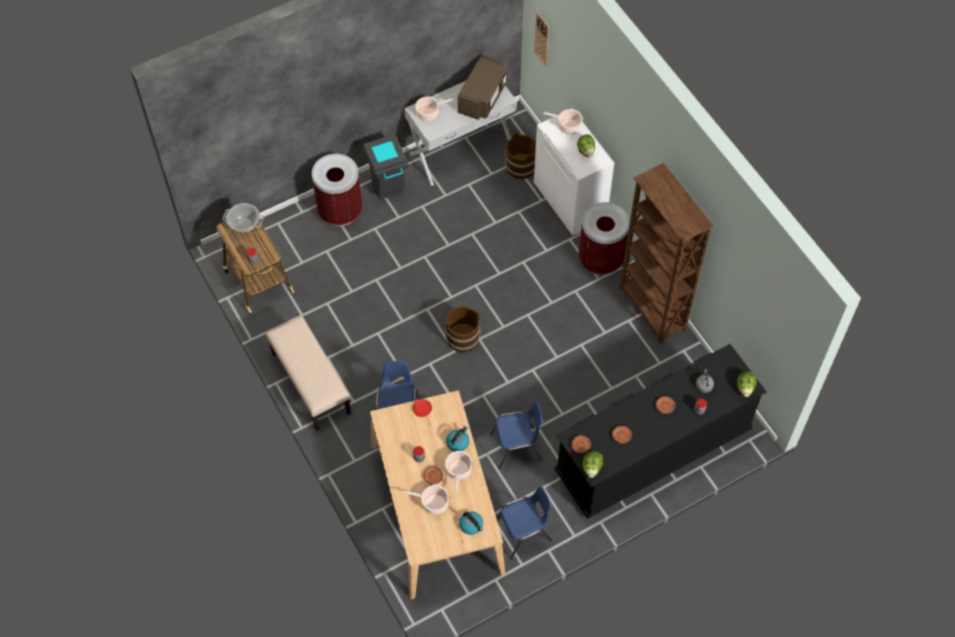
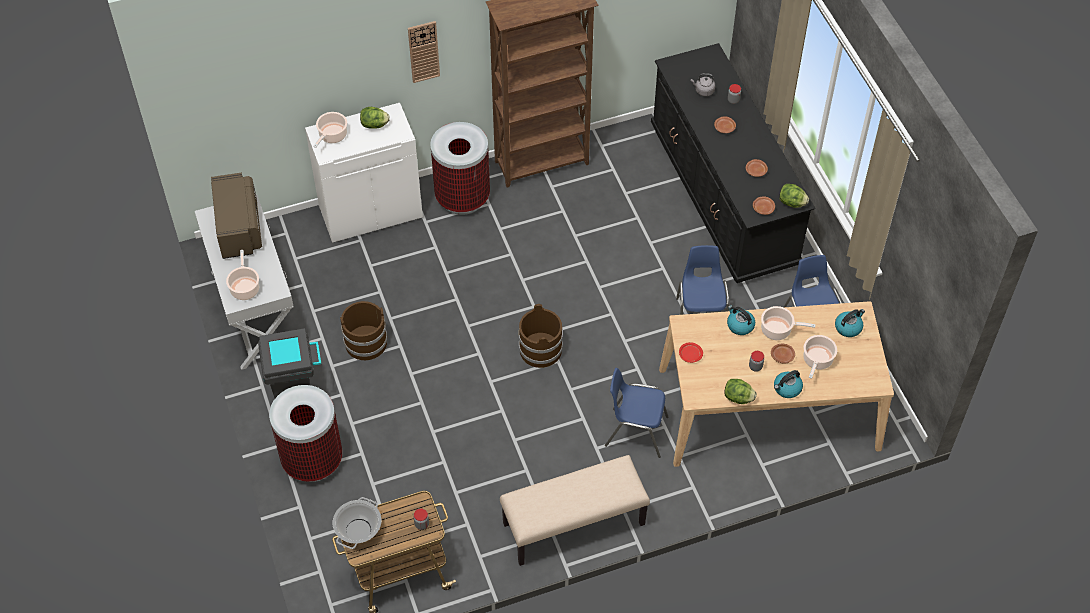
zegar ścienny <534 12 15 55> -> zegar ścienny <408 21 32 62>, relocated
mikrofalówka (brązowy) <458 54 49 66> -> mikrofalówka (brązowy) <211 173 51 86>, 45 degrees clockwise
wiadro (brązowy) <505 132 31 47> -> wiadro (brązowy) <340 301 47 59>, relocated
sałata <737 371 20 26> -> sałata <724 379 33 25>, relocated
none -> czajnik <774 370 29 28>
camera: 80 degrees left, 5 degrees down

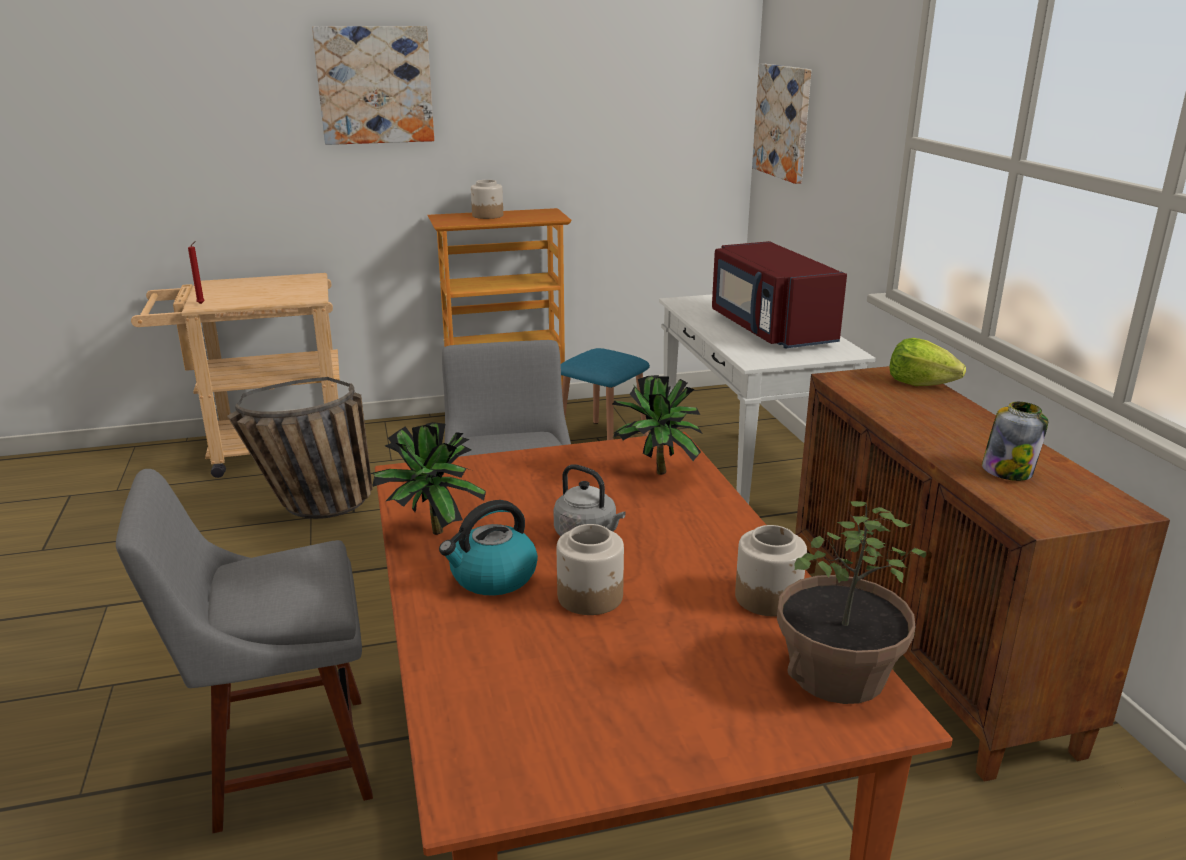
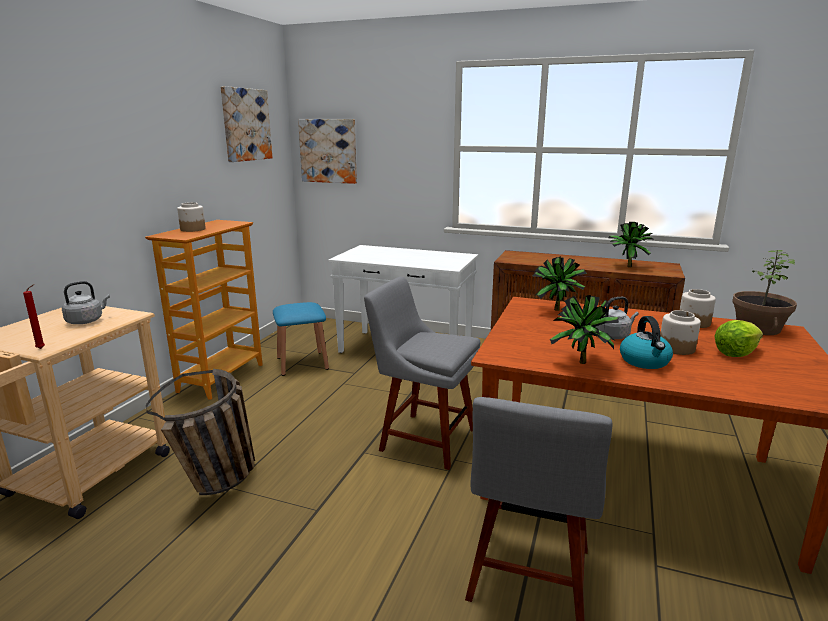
obraz <312 26 122 119> -> obraz <221 86 51 76>, relocated
mikrofalówka (czerwony) <712 241 135 107> -> none
sałata <889 338 77 48> -> sałata <715 320 48 37>, relocated
słoik <982 402 66 79> -> roślina doniczkowa <609 222 44 45>
none -> czajnik (szary) <62 281 48 43>
camera: 55 degrees left, 5 degrees down

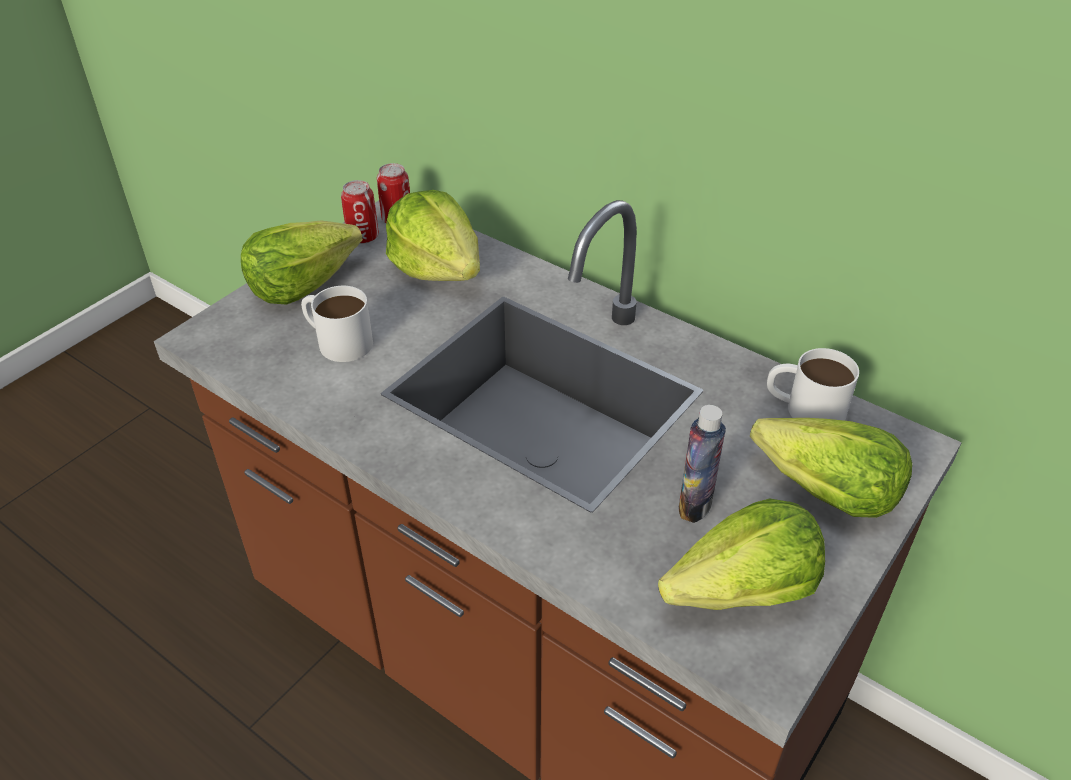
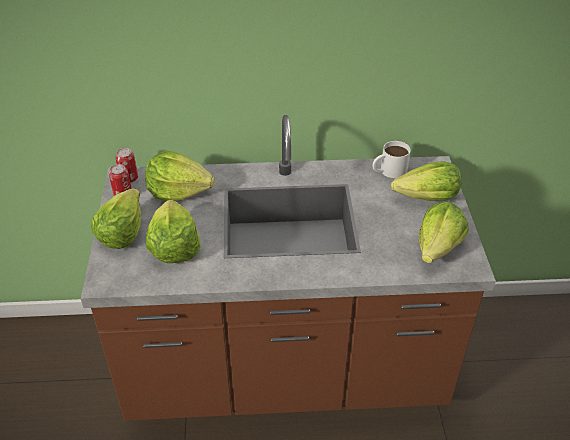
kubek (biały) <301 286 72 76> -> sałata <146 200 55 63>
butelka <679 405 47 118> -> none
camera: 40 degrees left, 0 degrees up

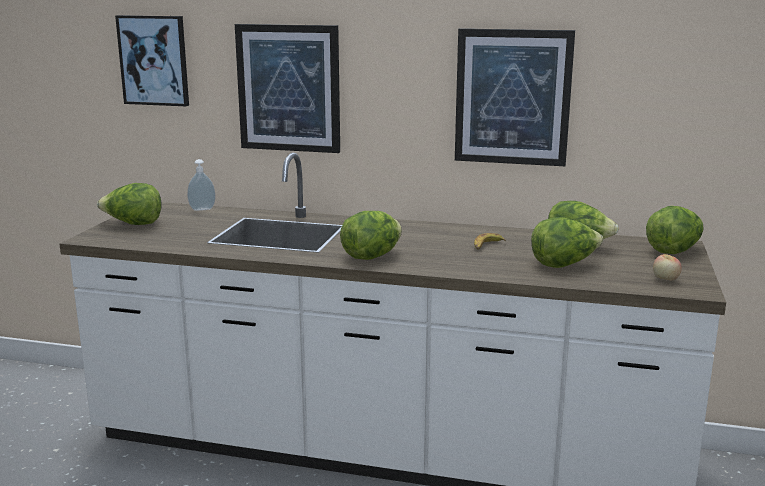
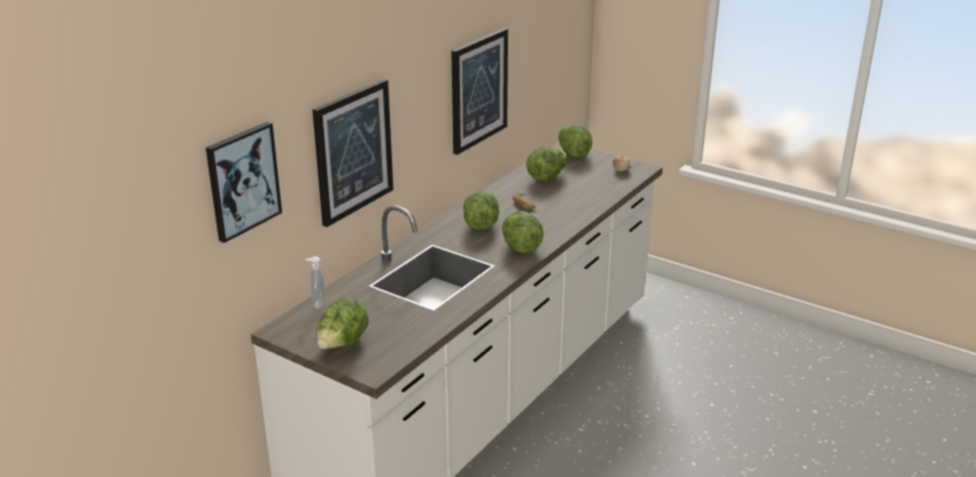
sałata <531 217 72 51> -> sałata <463 191 36 40>, relocated
camera: 70 degrees left, 10 degrees up

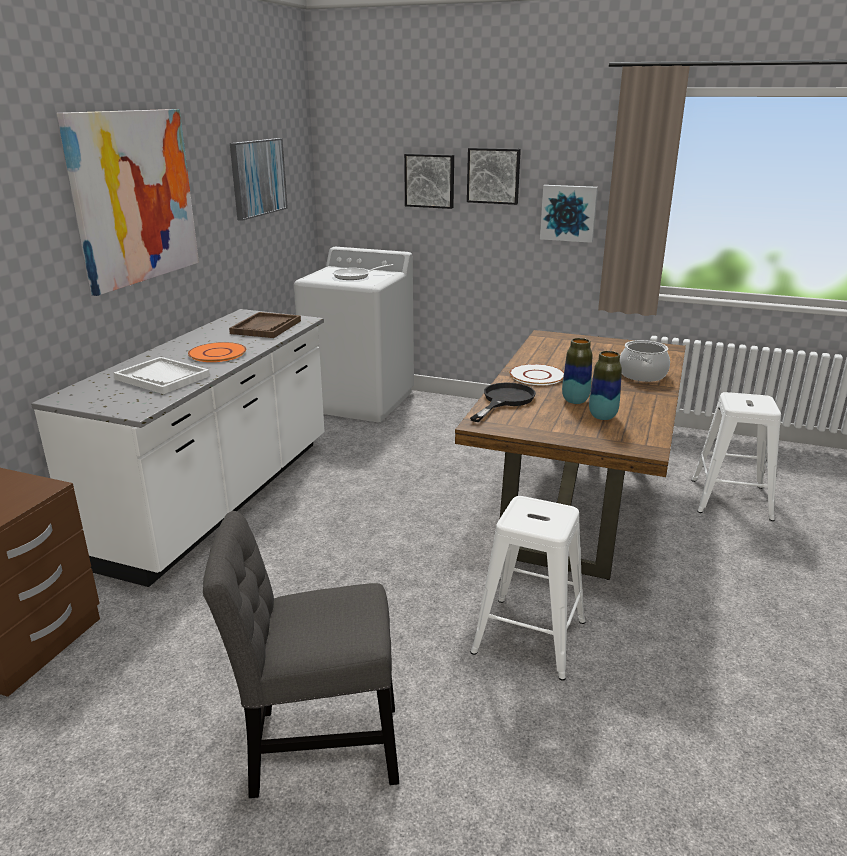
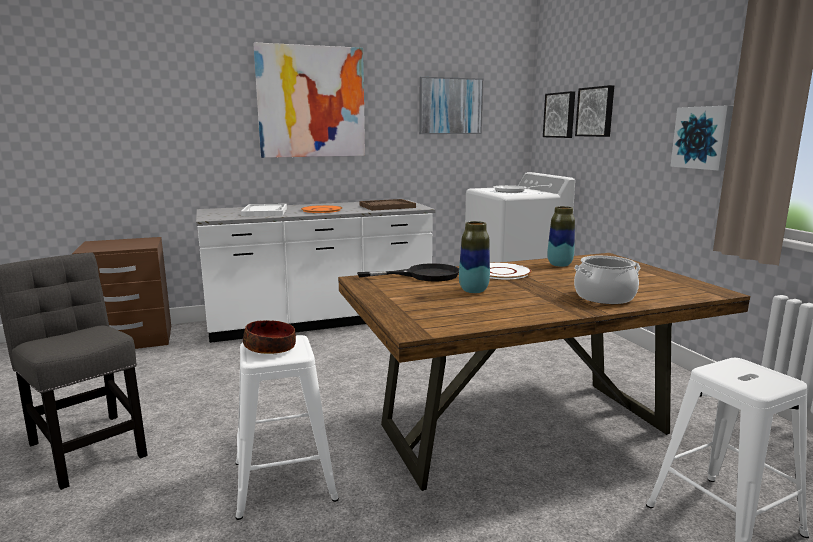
obraz <467 148 54 57> -> obraz <543 91 32 47>, relocated
wazon <589 351 33 69> -> wazon <547 206 28 61>, relocated
none -> miska <243 320 53 34>
camera: 50 degrees right, 10 degrees down

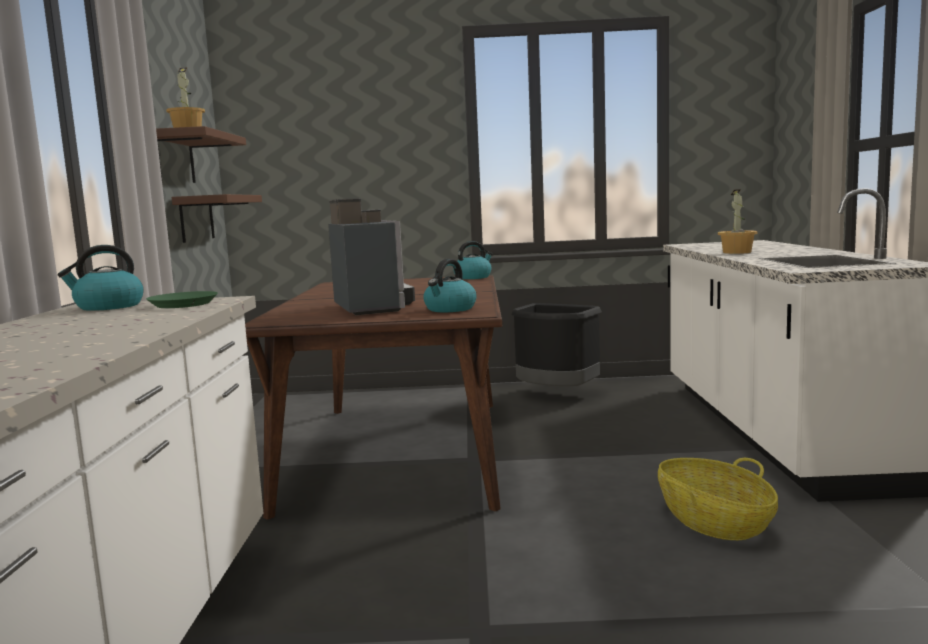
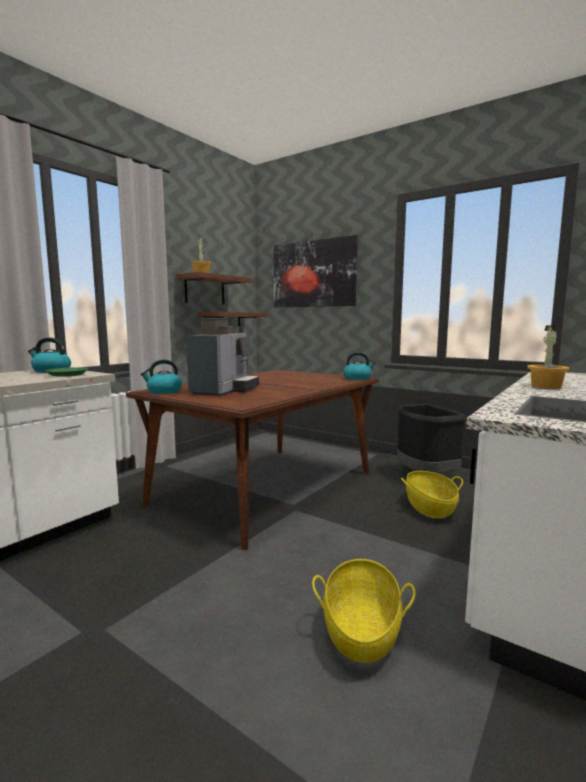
czajnik <423 259 54 53> -> czajnik <141 359 41 35>, relocated
none -> obraz <274 235 84 73>
none -> koszyk <401 471 62 47>
camera: 35 degrees right, 0 degrees up

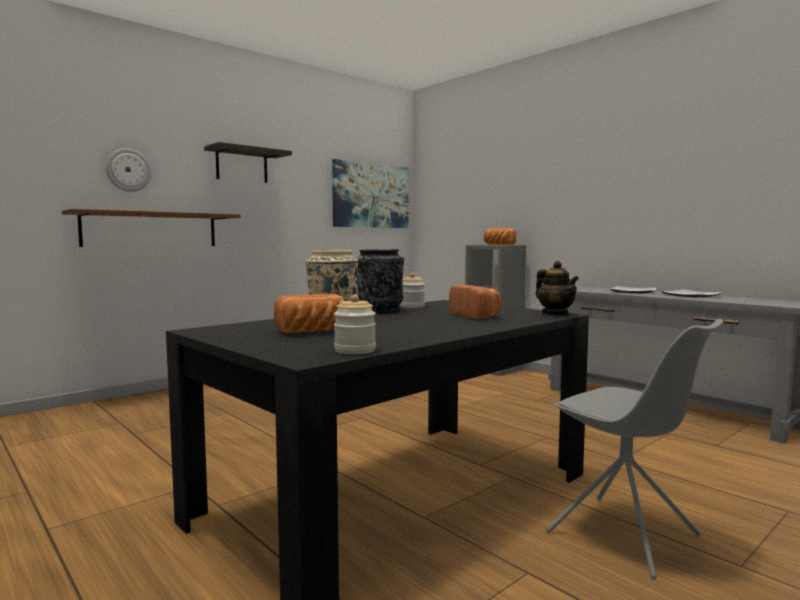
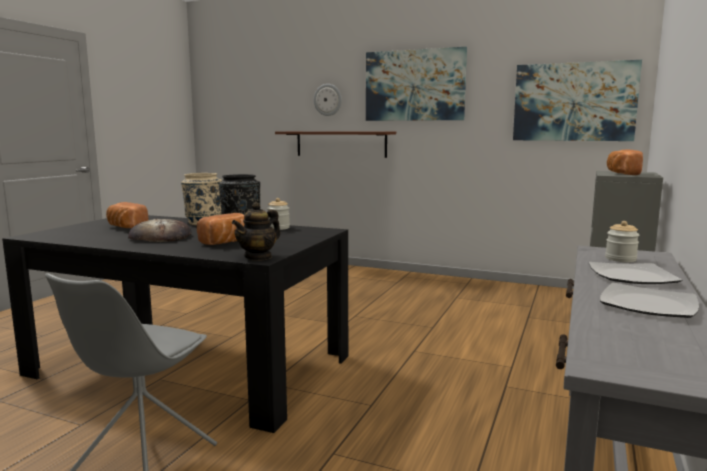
półka <204 142 88 41> -> obraz <366 47 101 74>
słoik <334 295 42 59> -> słoik <605 221 34 41>, relocated
none -> chleb <128 219 64 23>
camera: 65 degrees right, 5 degrees up

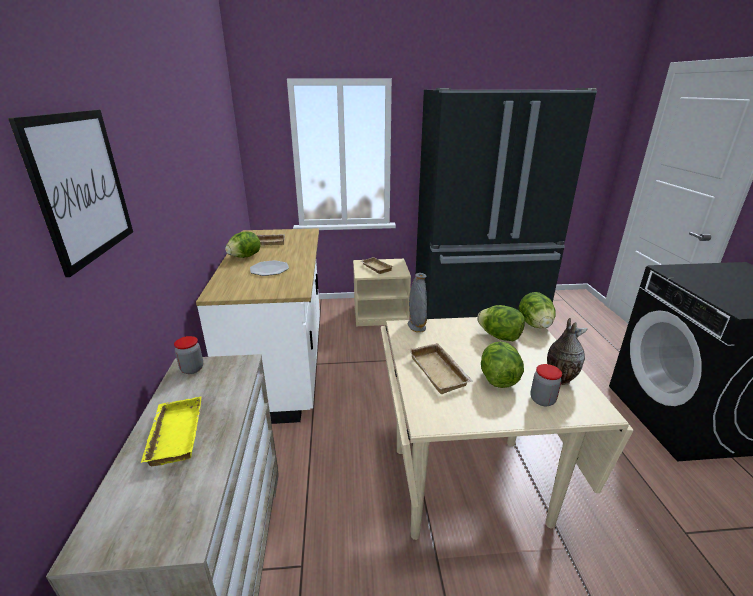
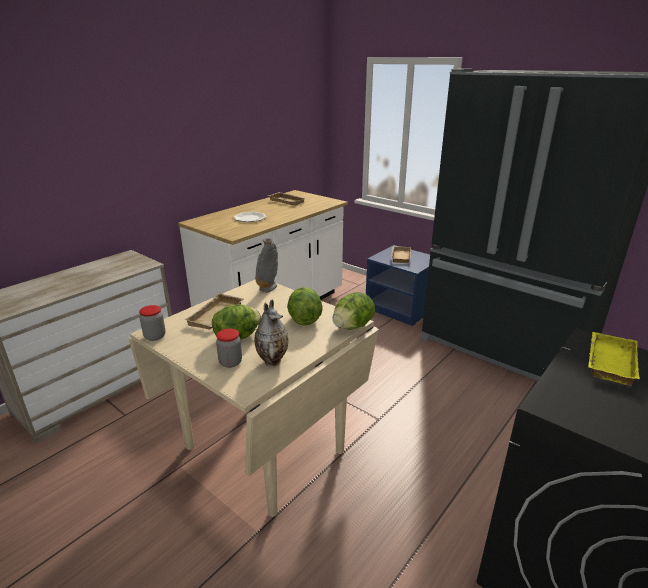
obraz <8 110 125 167> -> none
sałata <225 232 35 26> -> none
szafka nocna (beżowy) <353 259 58 67> -> szafka nocna (niebieski) <366 245 64 81>
słoik <174 336 29 38> -> słoik <139 305 26 36>, relocated
taca (żółty) <141 396 61 70> -> taca (żółty) <588 332 52 54>, relocated
camera: 45 degrees right, 0 degrees up

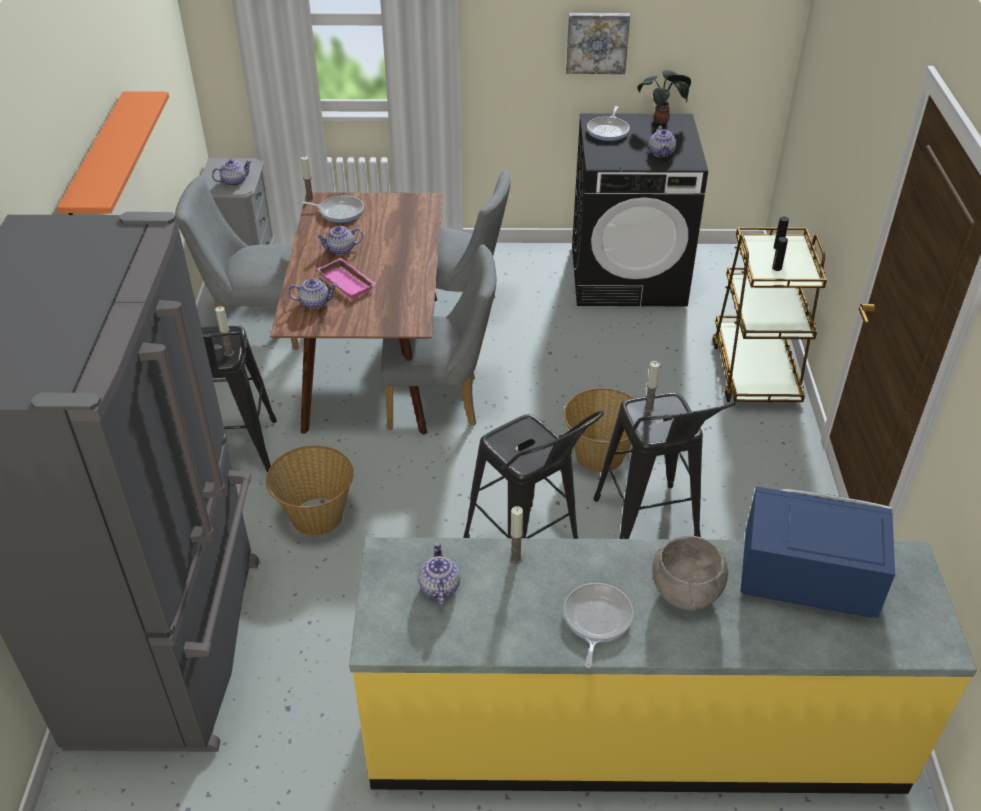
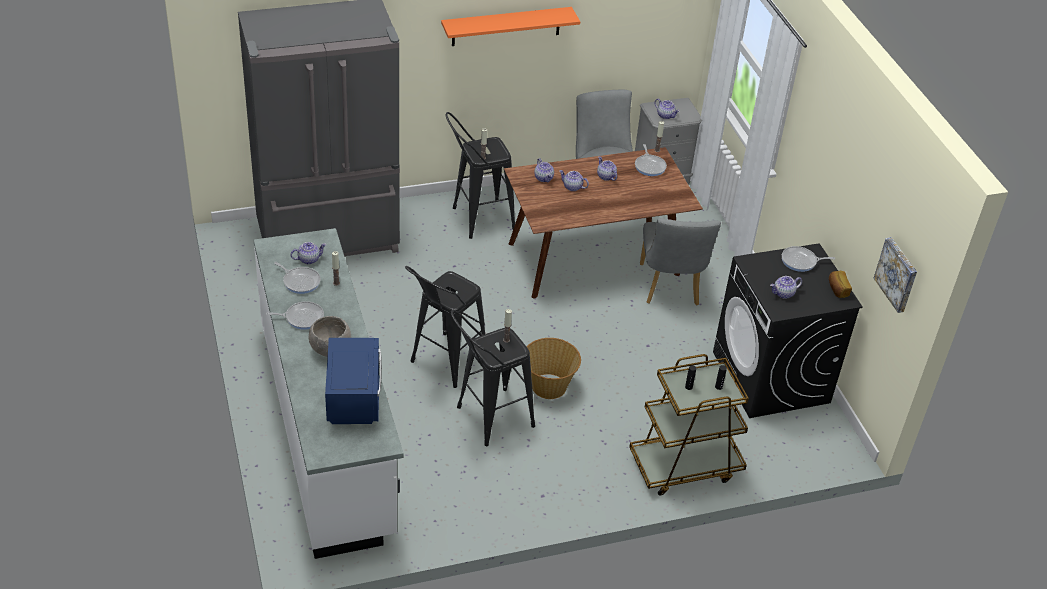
obraz <566 13 64 61> -> obraz <874 237 43 76>, relocated
roślina doniczkowa <637 70 54 54> -> chleb <829 271 23 27>
krzesło (szary) <381 245 115 185> -> none
taca (różowy) <317 258 59 41> -> imbryk <559 170 30 21>
koszyk <266 446 87 90> -> none
zabudowa kuchenna (żółty) <349 537 628 257> -> zabudowa kuchenna (biały) <254 228 149 331>
none -> patelnia <274 262 47 32>
camera: 70 degrees right, 0 degrees up

